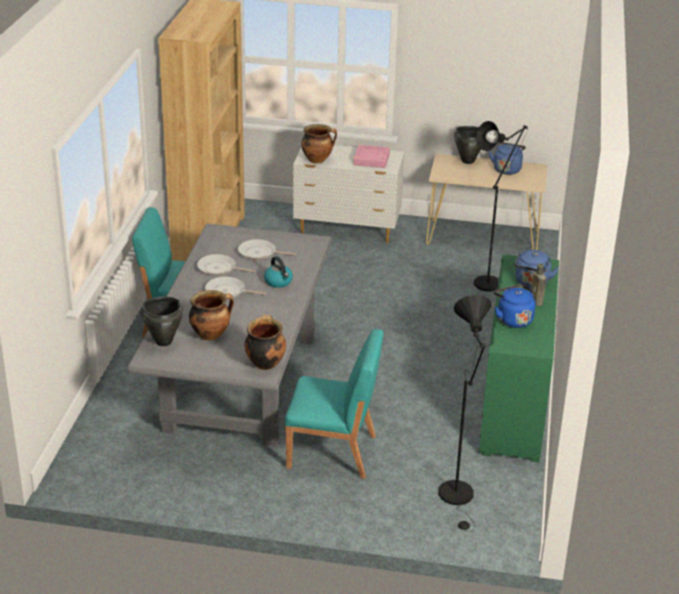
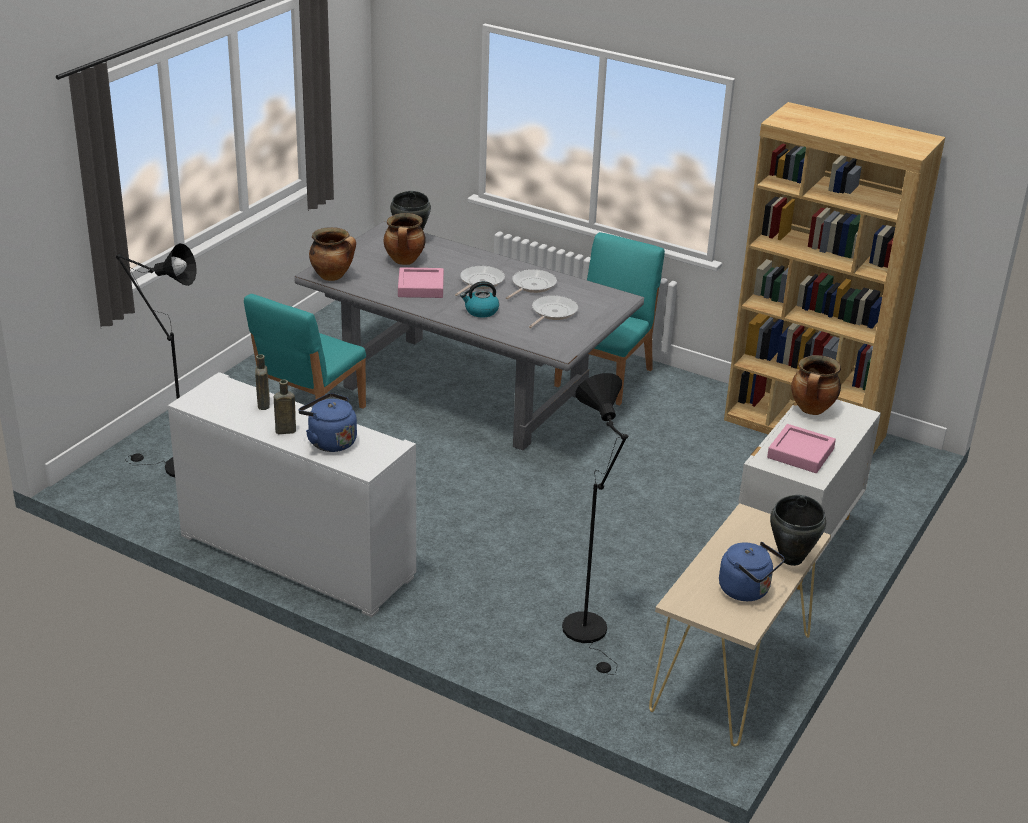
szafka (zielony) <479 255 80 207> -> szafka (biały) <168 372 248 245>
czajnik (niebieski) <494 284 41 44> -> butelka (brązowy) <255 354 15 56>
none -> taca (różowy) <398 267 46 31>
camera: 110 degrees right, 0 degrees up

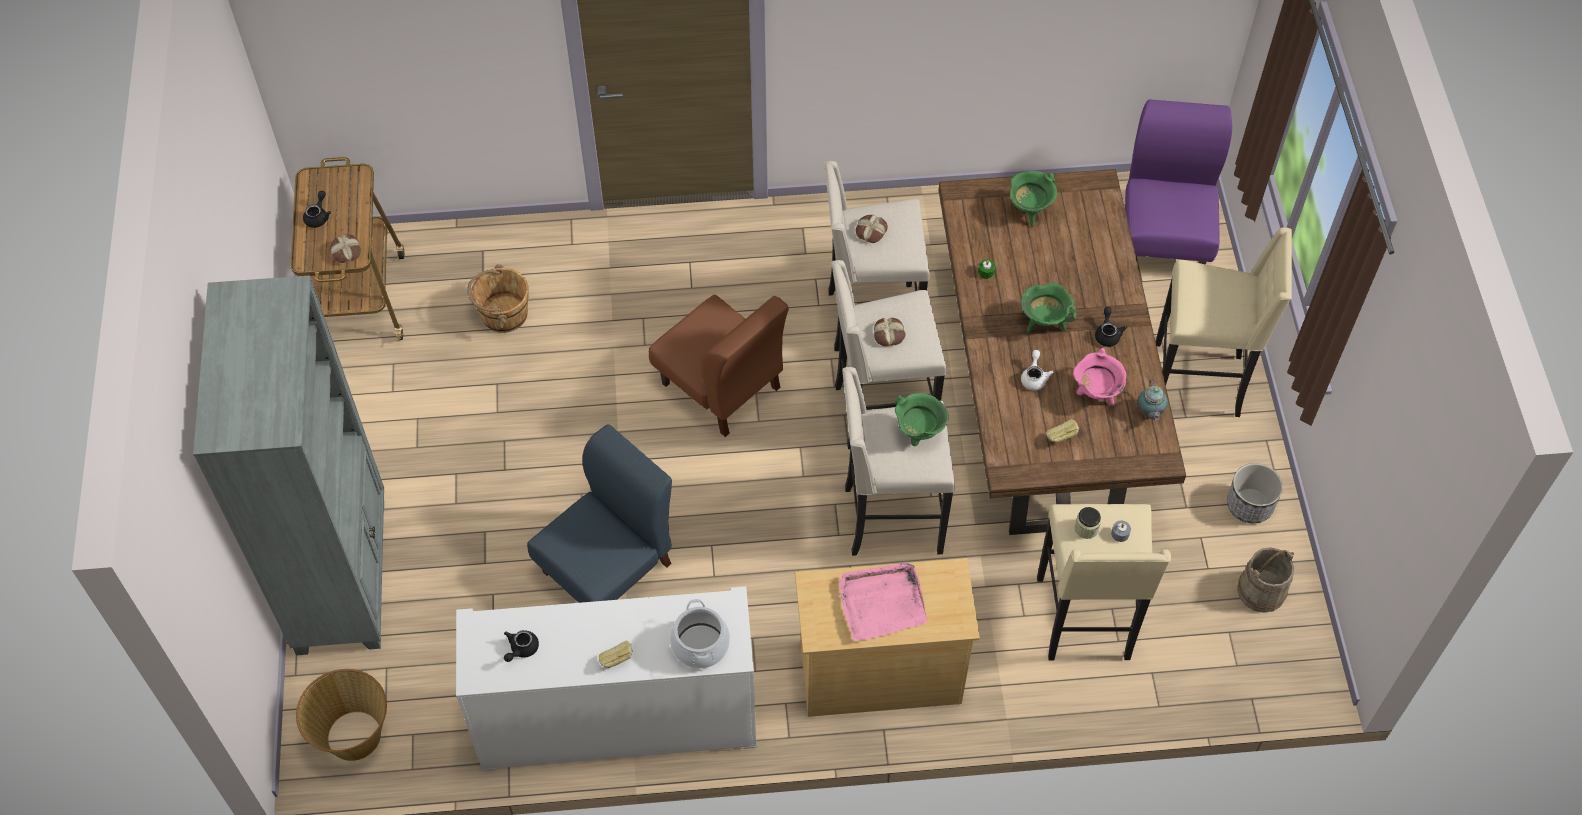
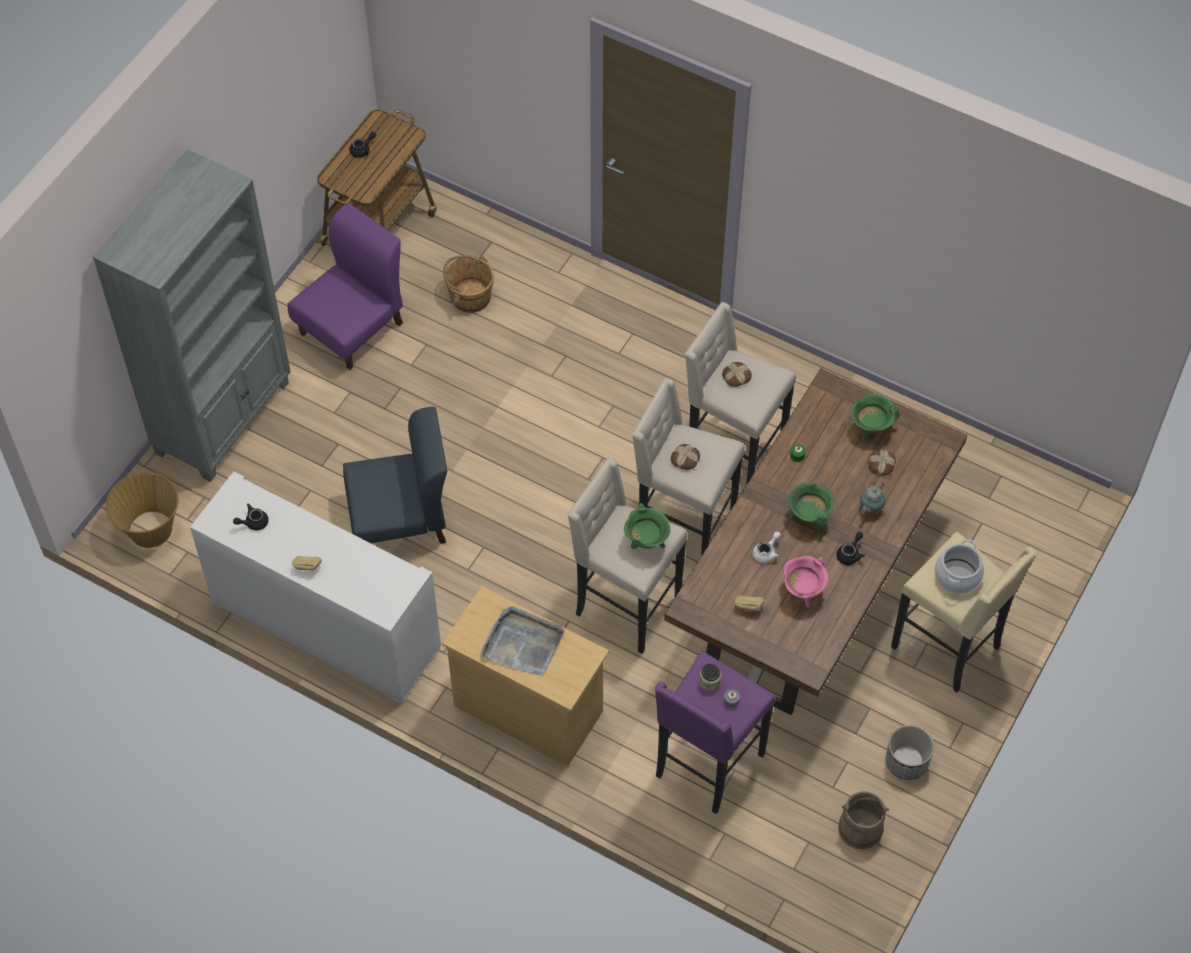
krzesło (fioletowy) <1125 99 107 165> -> krzesło (fioletowy) <288 203 115 167>, relocated
chleb <329 234 32 29> -> chleb <868 449 28 27>, relocated
krzesło (brązowy) <649 294 140 143> -> none
imbryk <1138 378 30 42> -> imbryk <860 482 26 32>, relocated
stołek (beżowy) <1037 504 134 156> -> stołek (fioletowy) <655 651 121 163>
taca (różowy) <839 563 89 78> -> taca (szary) <480 607 85 69>
garnek <670 599 60 70> -> garnek <935 539 49 55>, relocated
camera: 35 degrees right, 0 degrees up

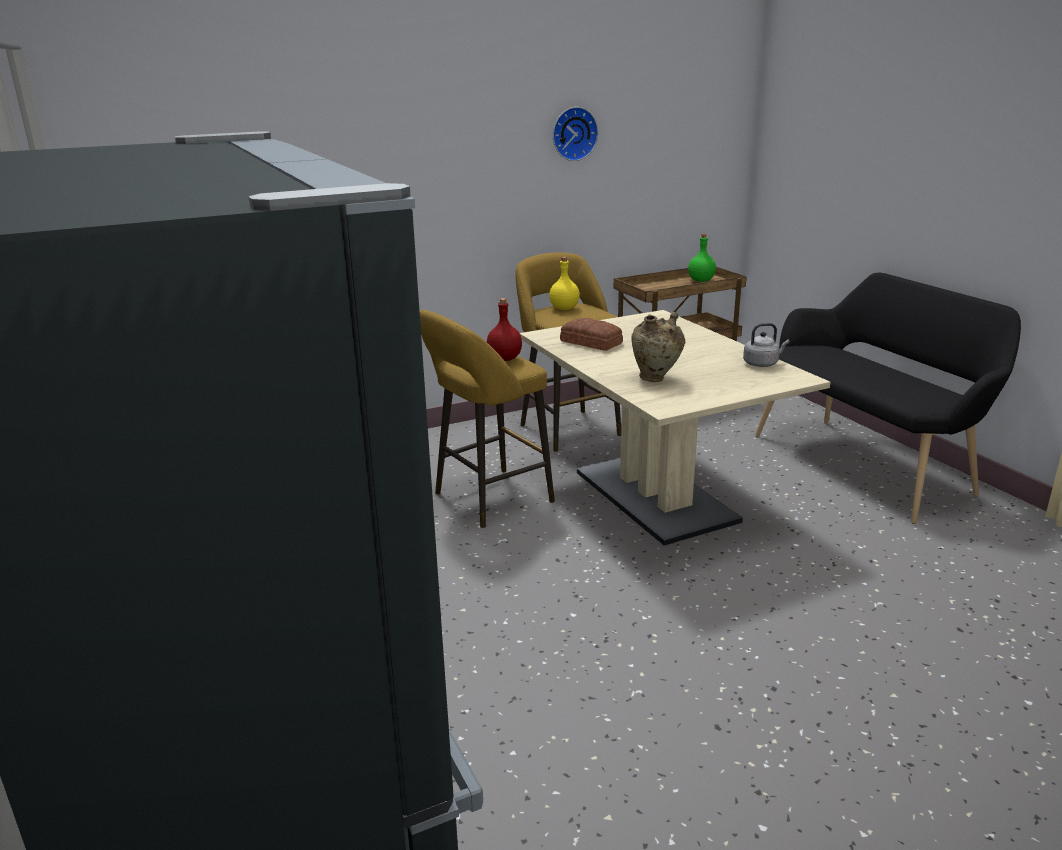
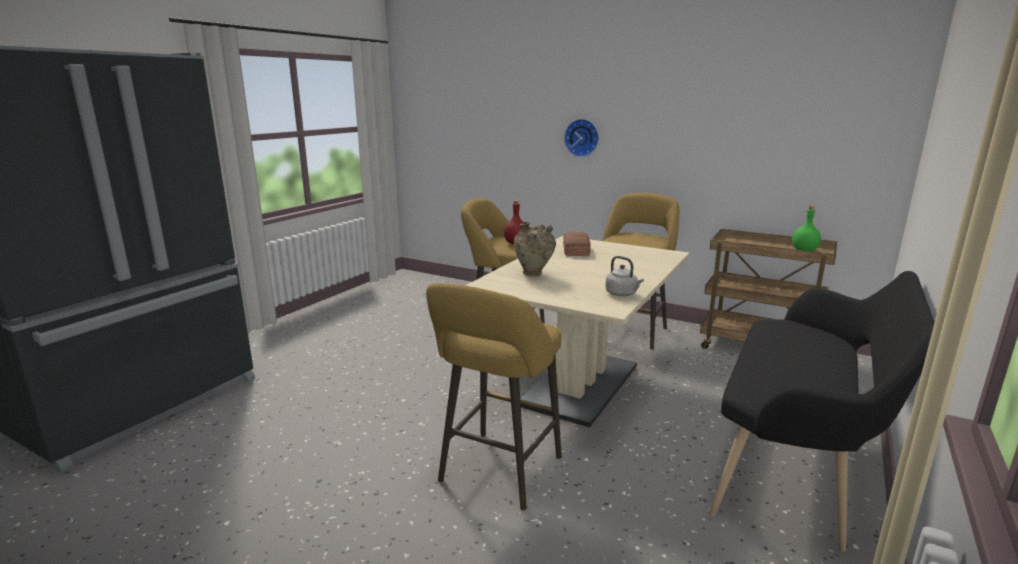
zegar ścienny <553 107 45 54> -> zegar ścienny <564 119 35 38>, relocated
butelka (żółty) <549 257 31 53> -> none
none -> stołek (żółty) <426 283 136 228>
camera: 55 degrees right, 5 degrees down

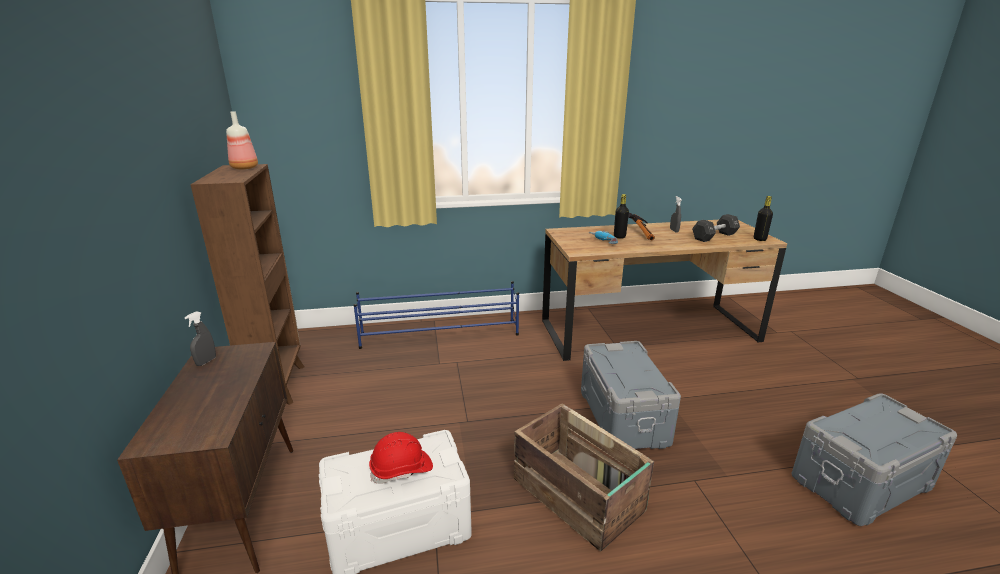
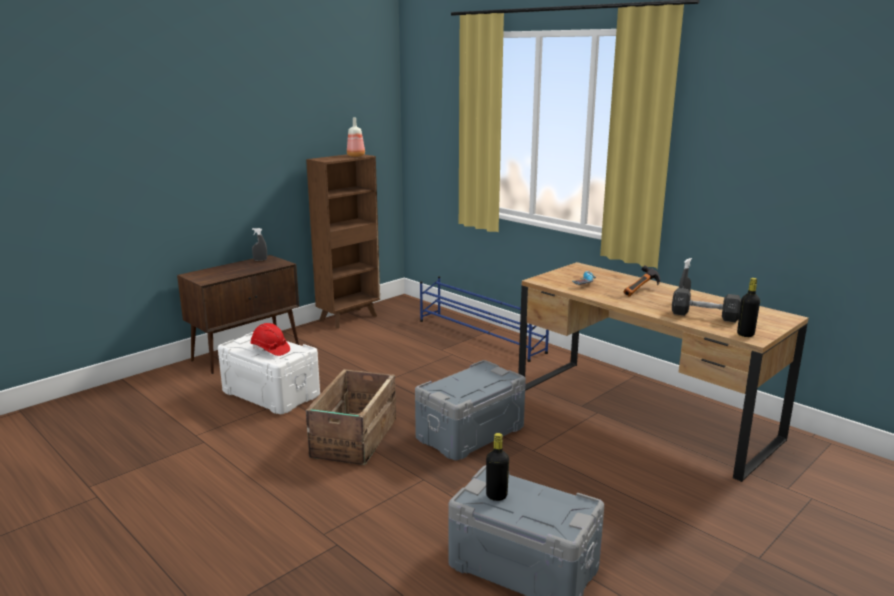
butelka (czarny) <614 194 15 45> -> butelka (czarny) <486 433 23 68>, relocated
camera: 55 degrees right, 5 degrees down

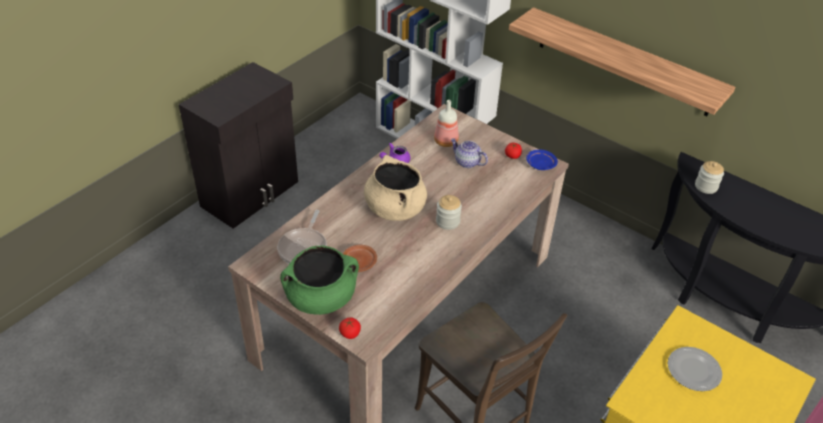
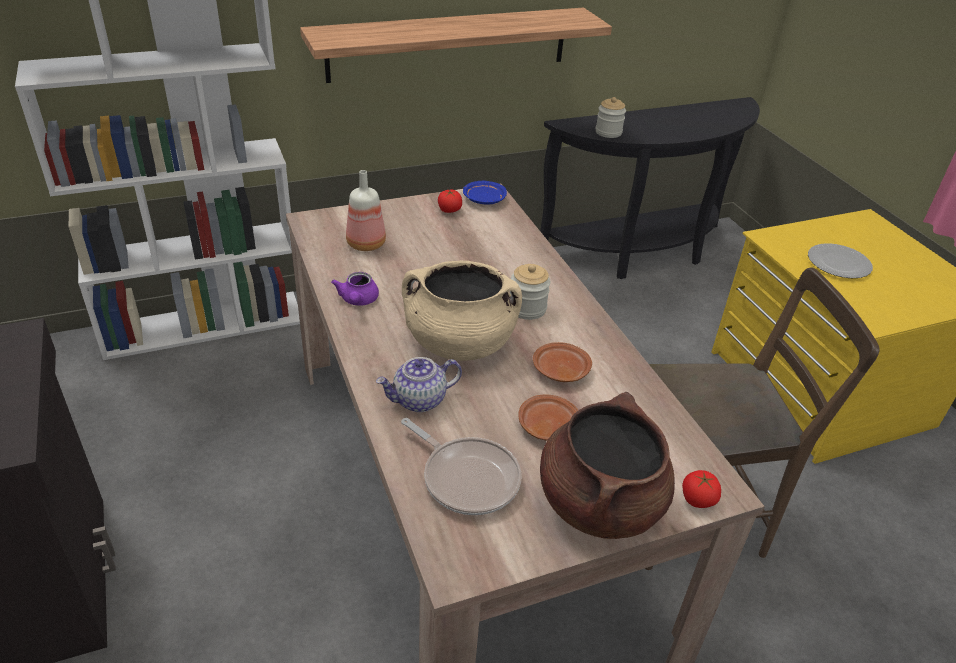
imbryk <451 138 37 30> -> imbryk <376 357 86 55>, relocated
garnek (zielony) <280 245 79 70> -> garnek (brązowy) <540 392 135 147>
none -> talerz (brązowy) <533 342 59 40>
camera: 60 degrees left, 5 degrees down

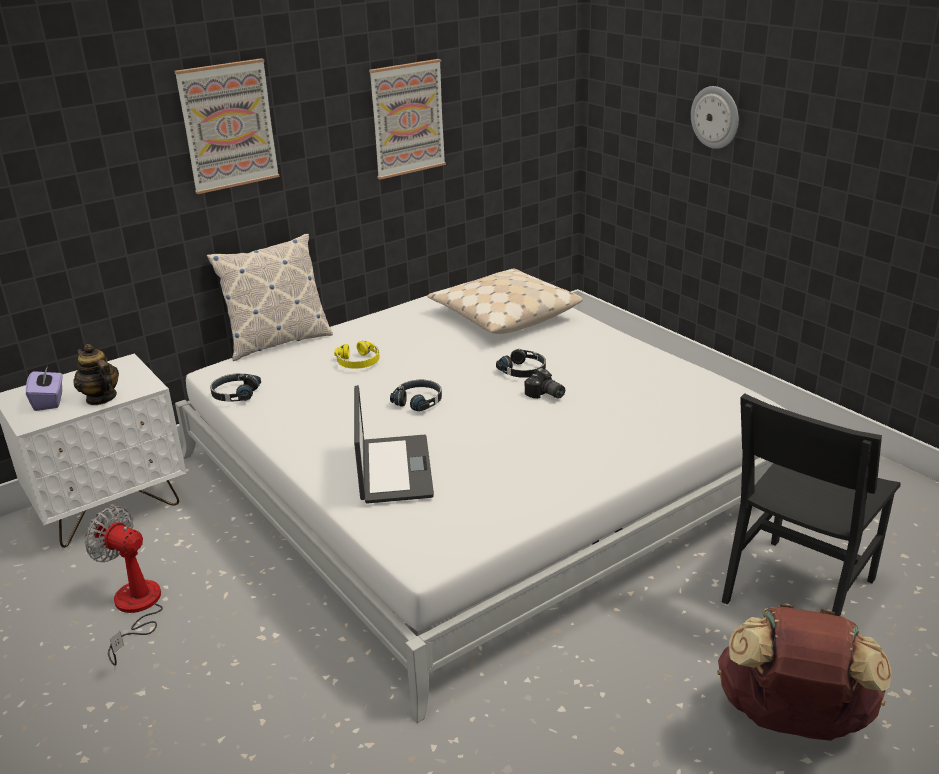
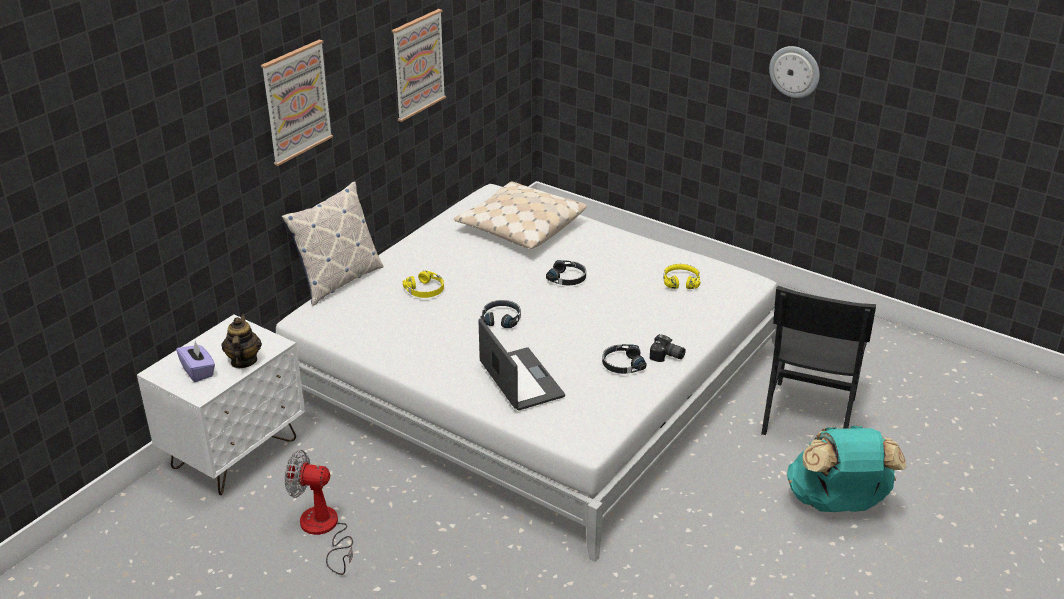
zegar ścienny <691 86 48 63> -> zegar ścienny <769 46 51 52>, relocated
imbryk <73 344 46 61> -> imbryk <221 315 41 53>, 60 degrees clockwise
aparat fotograficzny <525 368 40 31> -> aparat fotograficzny <650 334 36 28>, relocated
słuchawki (czarny) <210 374 51 27> -> słuchawki (czarny) <602 344 45 30>, relocated
plecak (brązowy) <717 603 174 138> -> plecak (turkusowy) <787 425 119 87>
none -> słuchawki (żółty) <664 264 36 25>
camera: 20 degrees left, 5 degrees up

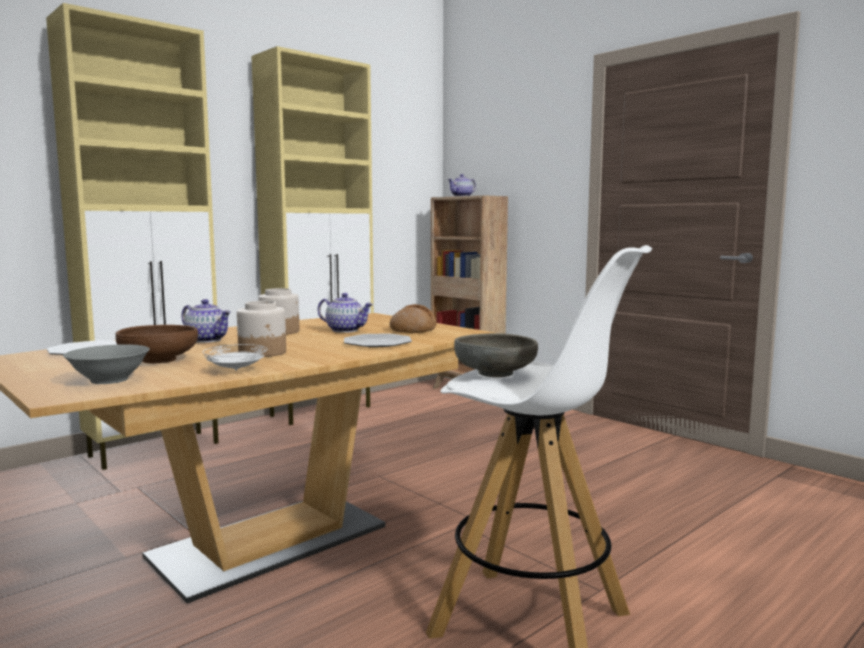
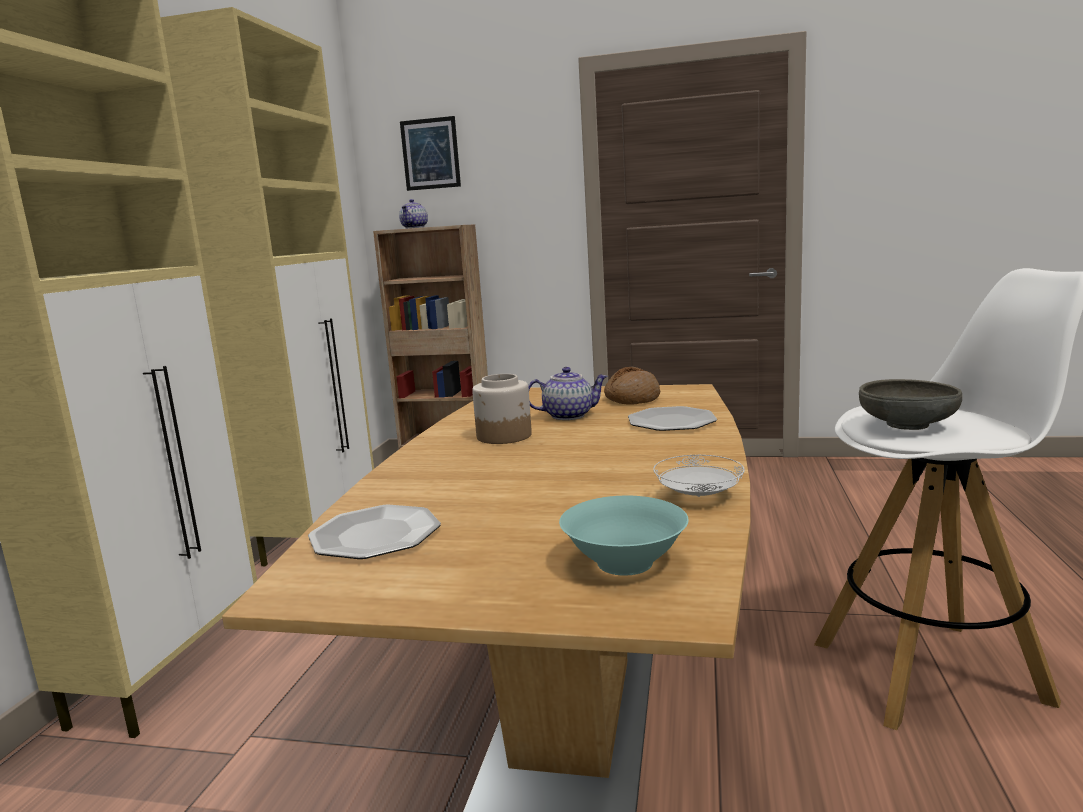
imbryk <181 299 50 44> -> none
słoik <237 301 49 56> -> none
miska (brązowy) <115 325 83 38> -> none
miska (szary) <63 344 87 40> -> miska (turkusowy) <559 496 130 80>
none -> obraz <400 116 61 75>
camera: 35 degrees left, 5 degrees up

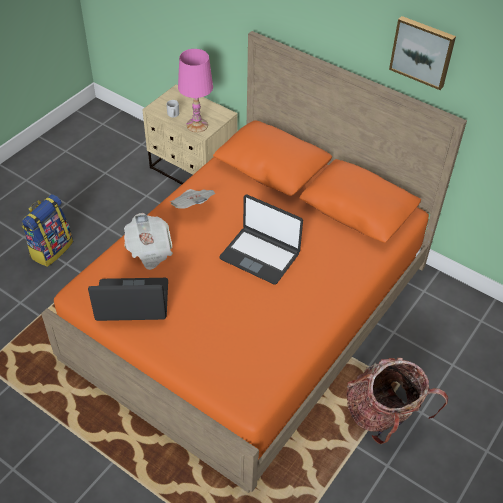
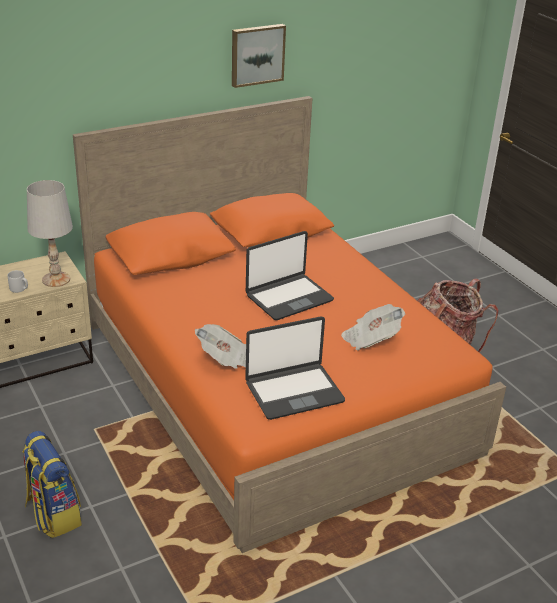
lampa stołowa (różowy) <178 49 35 84> -> lampa stołowa (biały) <27 180 46 107>
gazeta <170 189 46 20> -> gazeta <341 304 64 47>, relocated
laptop <88 278 80 43> -> laptop <245 317 100 103>, 135 degrees counterclockwise
camera: 65 degrees left, 15 degrees down

